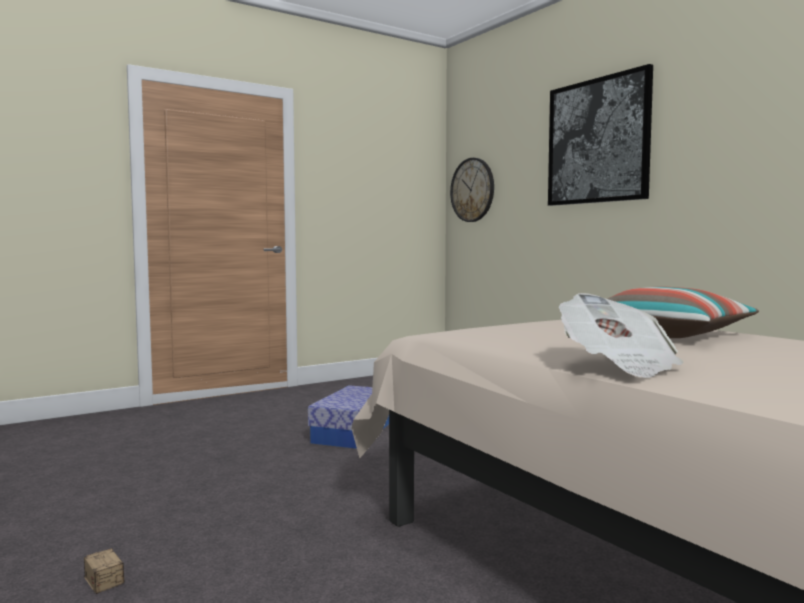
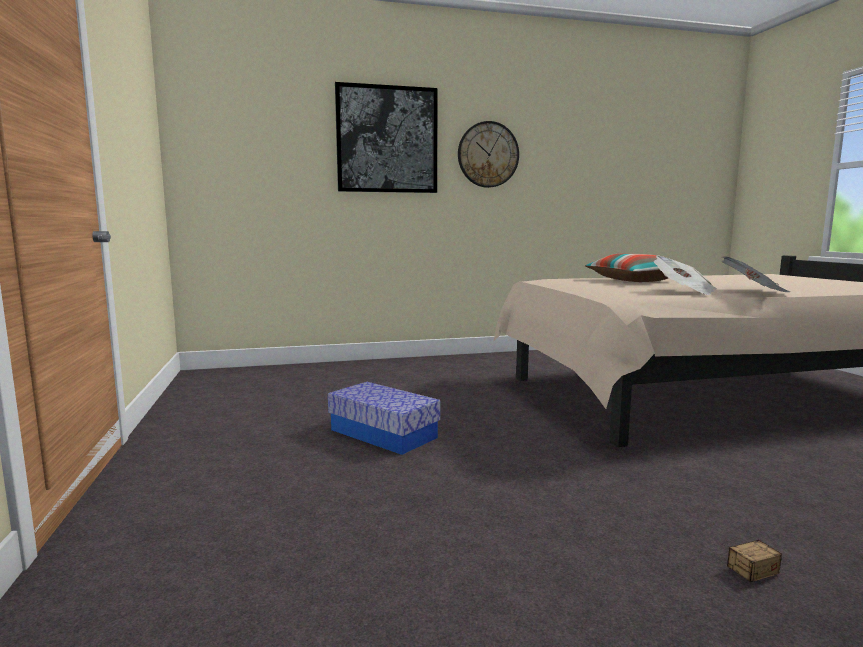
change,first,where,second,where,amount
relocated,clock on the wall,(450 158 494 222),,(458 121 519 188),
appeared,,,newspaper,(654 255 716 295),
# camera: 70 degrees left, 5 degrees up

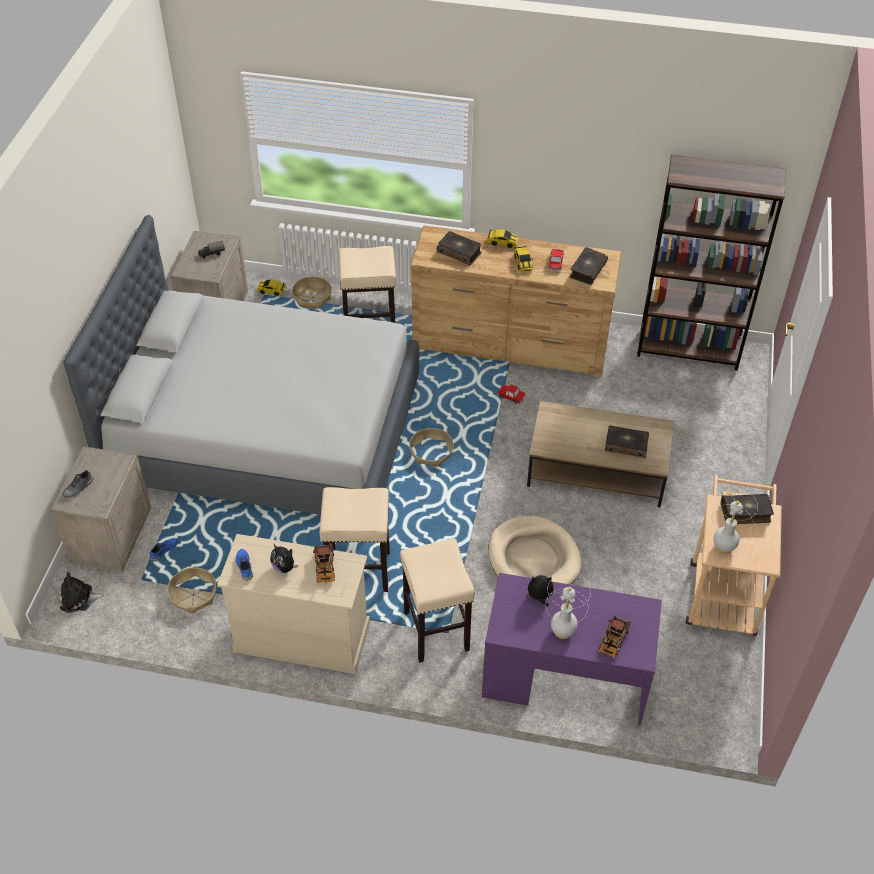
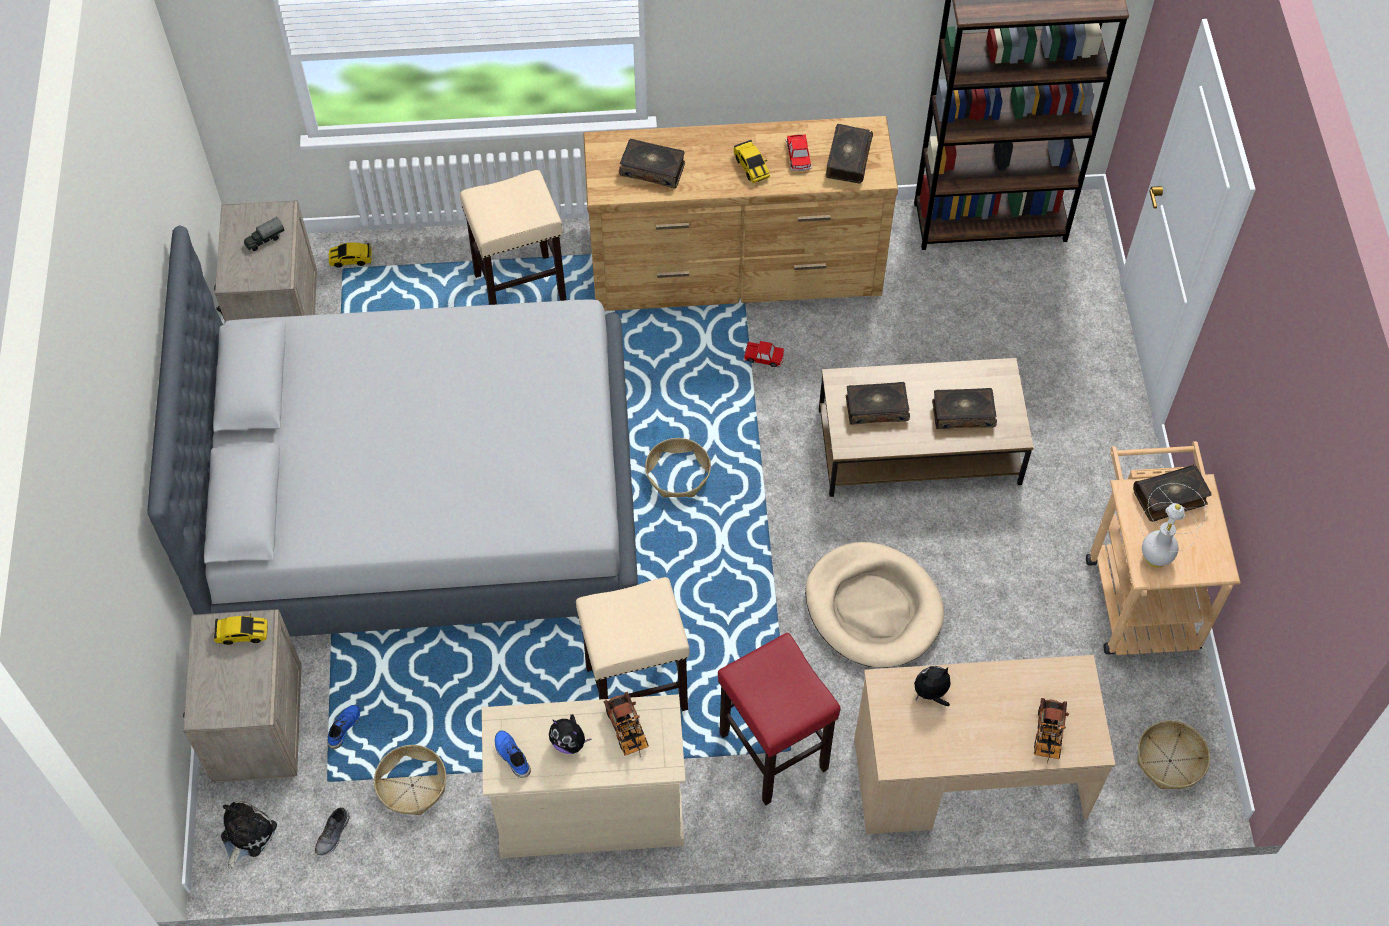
change,first,where,second,where,amount
relocated,miniature car,(487 229 518 248),,(214 614 268 645),
spun,plush toy,(59 572 104 613),,(221 801 277 869),135 degrees clockwise
relocated,item of footwear in greyish,(62 470 93 498),,(315 807 350 856),
colour,sitting stool in sand-coloured,(400 538 475 663),sitting stool in reddish,(718 633 840 805),
appeared,,,volume,(846 382 910 425),
colour,desk unit in purplish,(482 573 662 726),desk unit in sand-coloured,(854 655 1116 834),
relocated,household basket,(292 276 332 309),,(1138 720 1210 789),
missing,lamp for a table in white,(546 573 591 639),,,
# camera: 15 degrees left, 10 degrees up

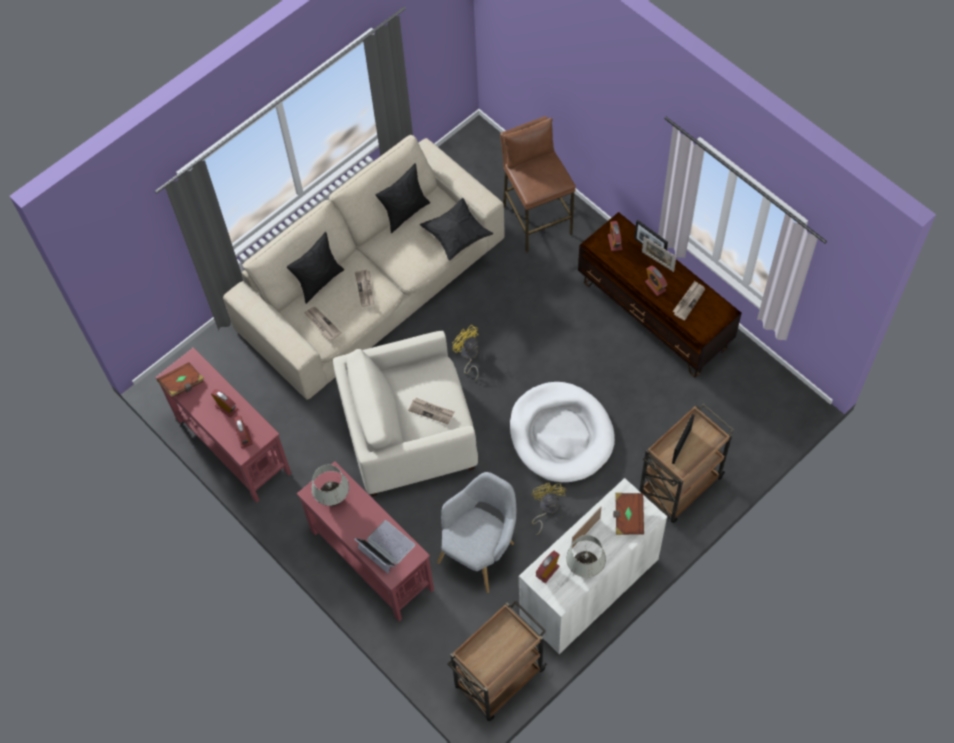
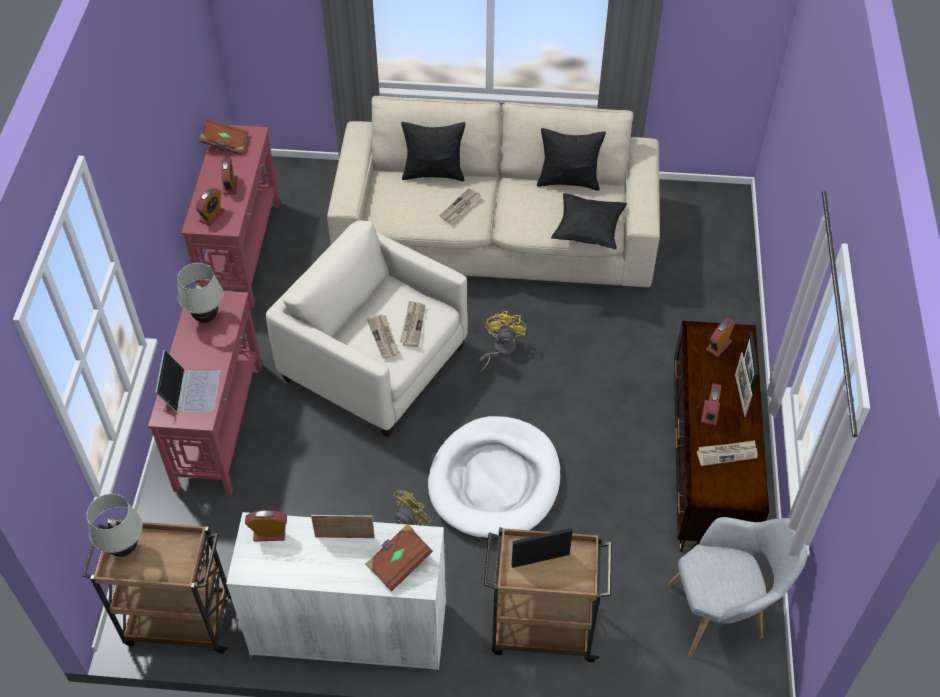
change,first,where,second,where,amount
relocated,lamp for a table in white,(566 535 606 578),,(87 494 143 557),
relocated,newspaper,(304 307 342 340),,(400 300 426 347),
relocated,lounge chair in greyish,(437 472 516 593),,(668 517 807 657),
missing,sitting stool in brown-coloured,(500 116 576 252),,,
# camera: 45 degrees right, 10 degrees down

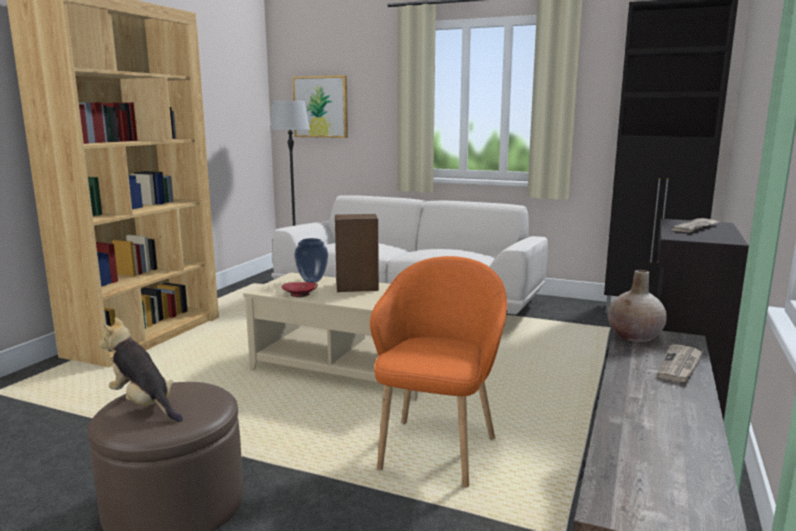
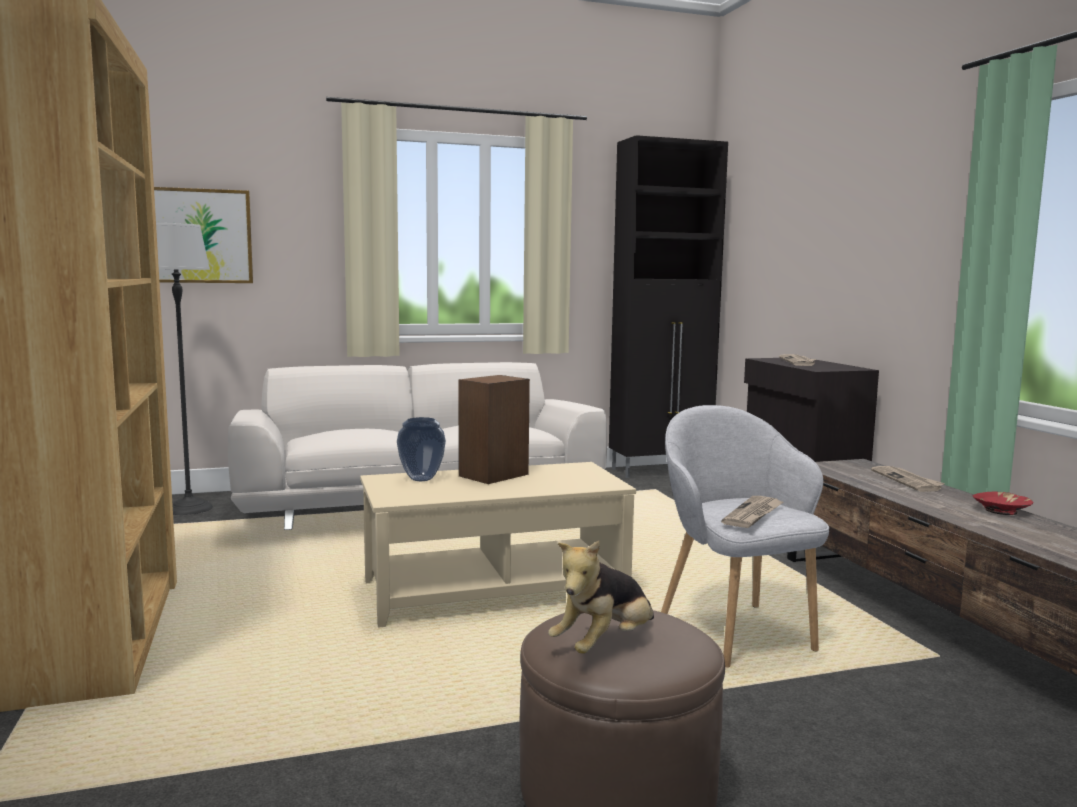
change,first,where,second,where,amount
spun,plush toy,(99 317 183 422),,(548 541 654 654),45 degrees counterclockwise
colour,lounge chair in orange-coloured,(370 256 507 487),lounge chair in greyish,(661 405 829 667),
appeared,,,newspaper,(721 496 783 528),
relocated,deep dish in reddish,(281 282 318 297),,(973 492 1033 515),
missing,vase in sand-coloured,(608 270 667 342),,,
# camera: 40 degrees left, 5 degrees down

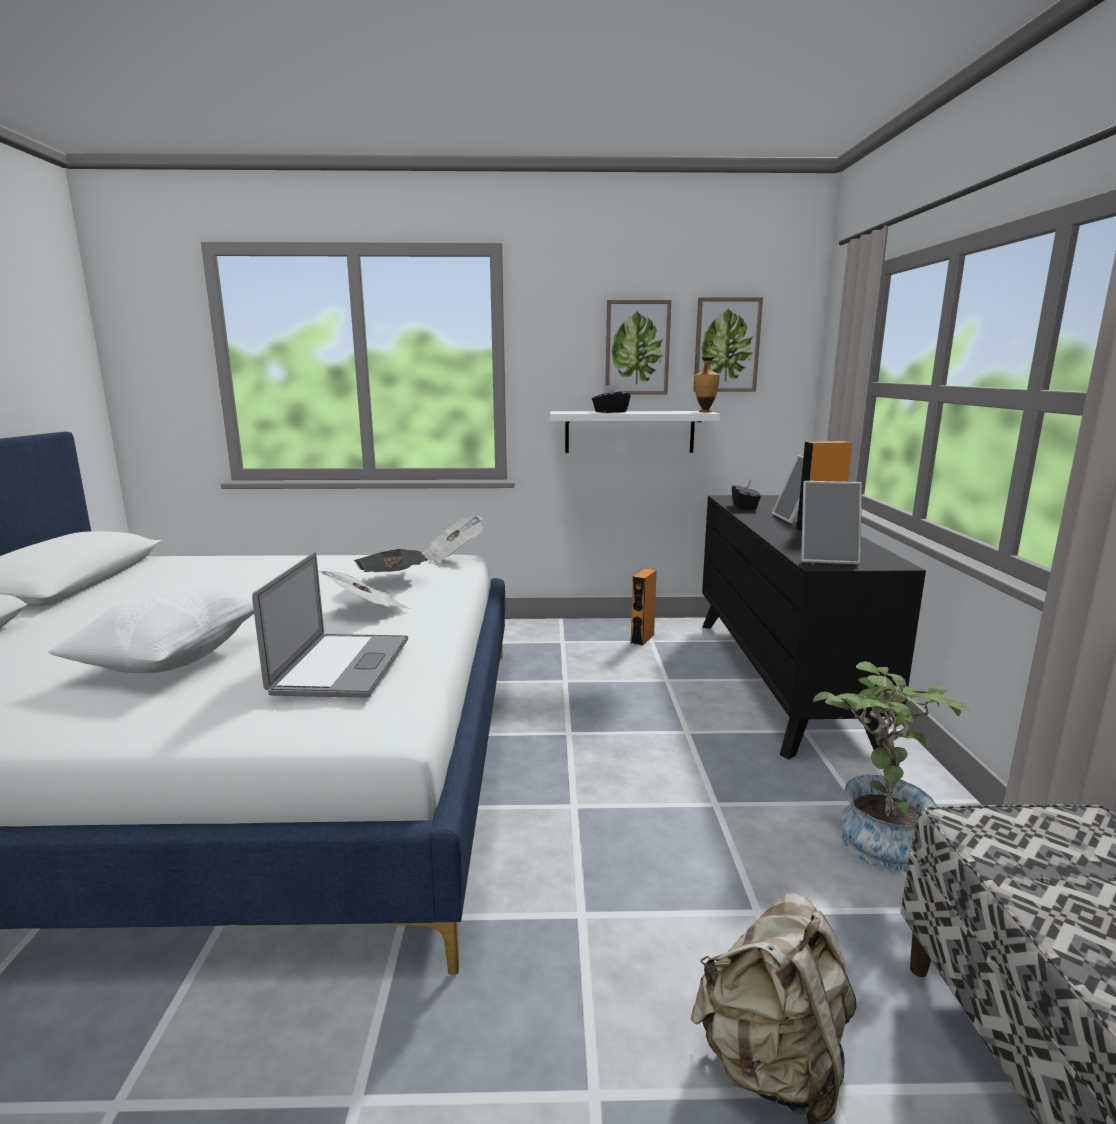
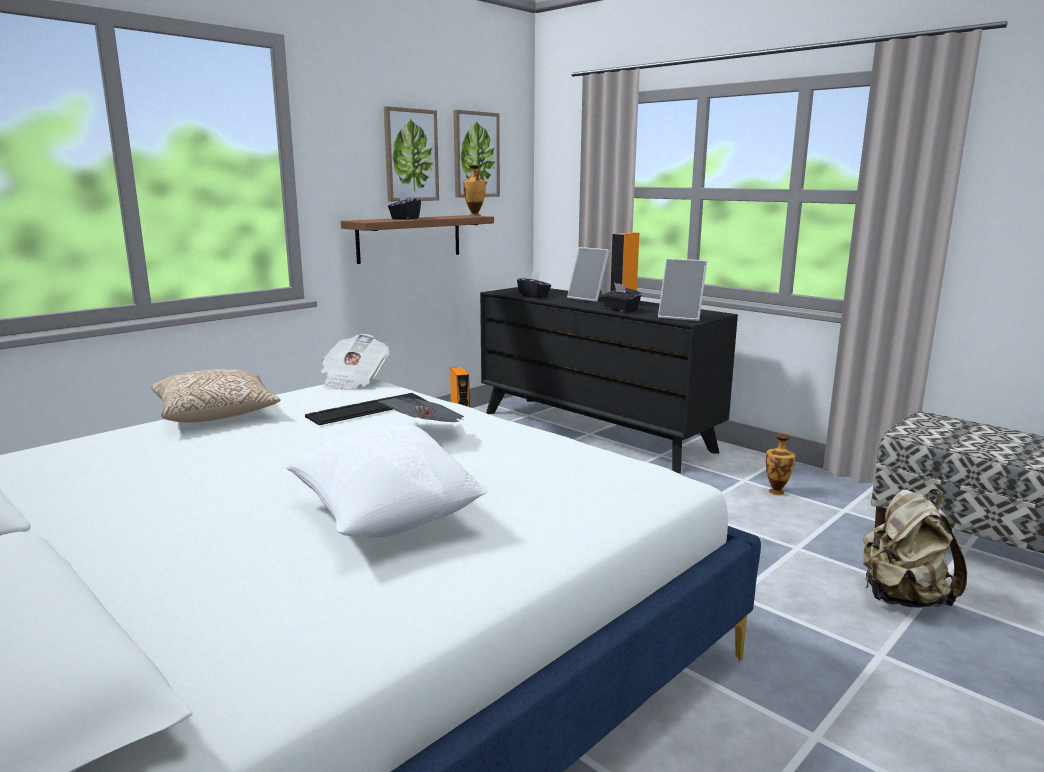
change,first,where,second,where,amount
appeared,,,cushion,(151 369 281 422),
exchanged,newspaper,(354 549 427 572),PC keyboard,(305 393 427 425),
colour,bracket shelf in white,(550 411 720 453),bracket shelf in brown-coloured,(341 215 494 264),
appeared,,,tissue box in black,(602 283 641 312),
spun,picture frame,(801 481 862 565),,(658 258 707 321),60 degrees clockwise
exchanged,potted plant,(813 661 970 872),vase,(766 433 796 495),
missing,notebook computer,(252 552 408 698),,,
# camera: 45 degrees left, 0 degrees up

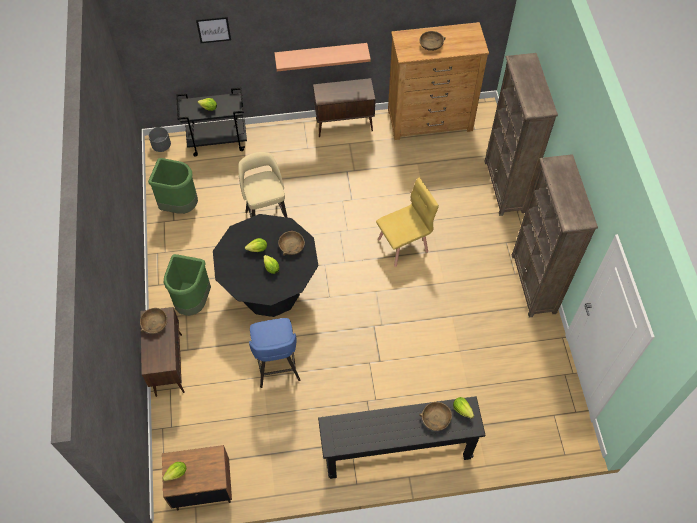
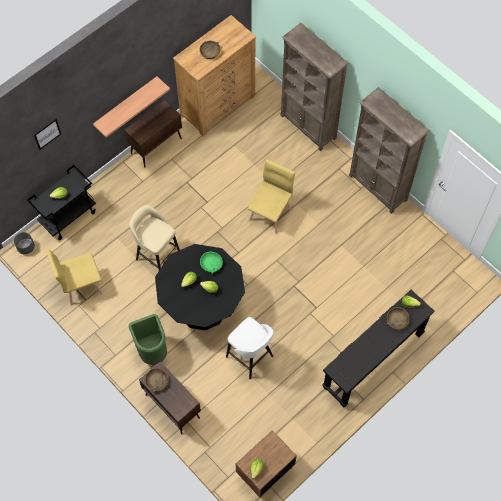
change,first,where,second,where,amount
exchanged,trash can in green-coloured,(148 158 198 214),upright chair in yellowish,(46 249 103 306),
colour,deep dish in brown-coloured,(278 231 305 256),deep dish in green-coloured,(200 252 223 275),
colour,sitting stool in bluish,(249 318 300 388),sitting stool in white,(226 317 274 379),
# camera: 35 degrees left, 5 degrees up

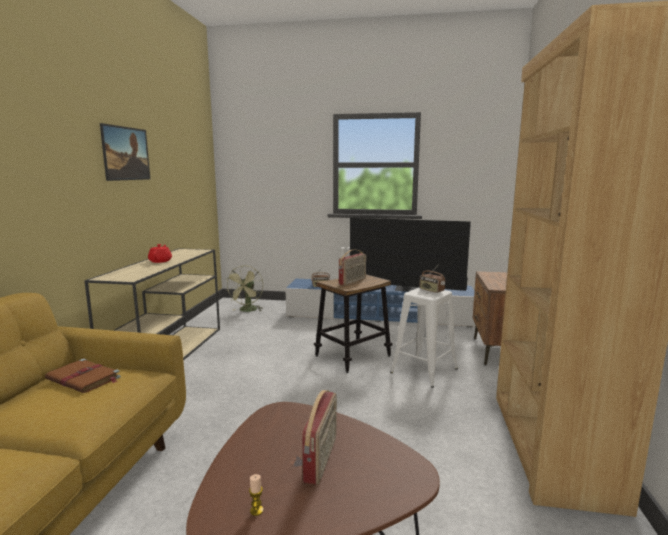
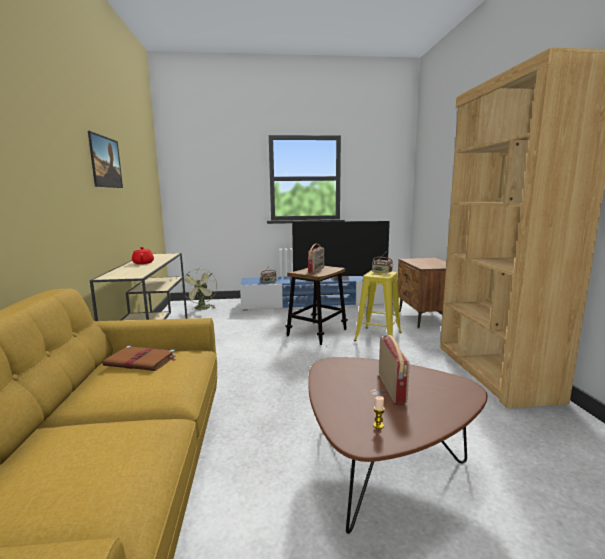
change,first,where,second,where,amount
colour,sitting stool in white,(390 287 458 388),sitting stool in yellowish,(354 270 402 341),
# camera: 15 degrees left, 0 degrees up

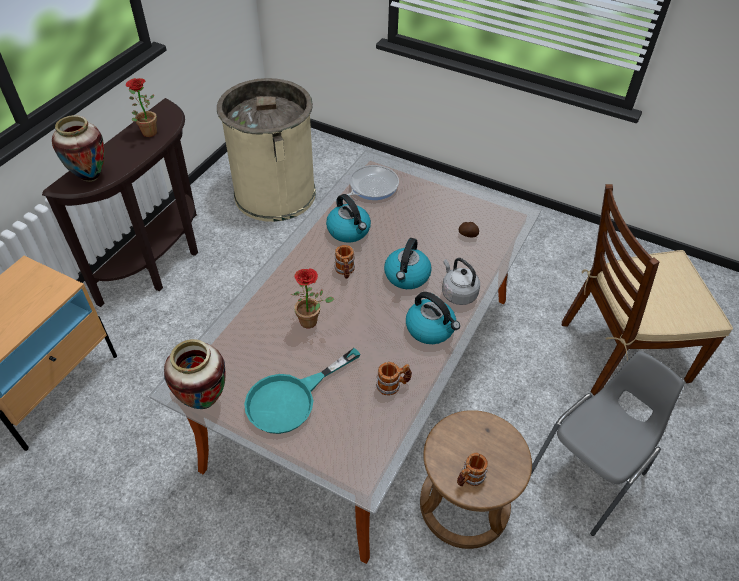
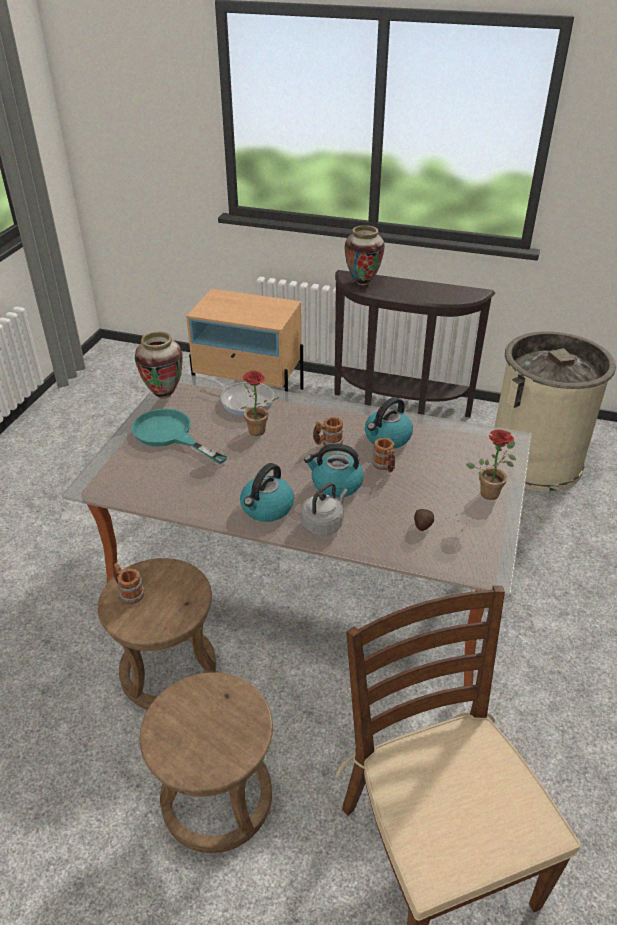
change,first,where,second,where,amount
exchanged,upright chair in greyish,(531 351 684 536),sitting stool in brown-coloured,(140 672 273 853),
relocated,skillet,(335 165 399 202),,(207 376 274 416),
relocated,tea mug,(376 362 412 396),,(371 438 395 473),
relocated,potted plant,(126 78 157 137),,(466 429 516 500),
# camera: 80 degrees right, 10 degrees down

